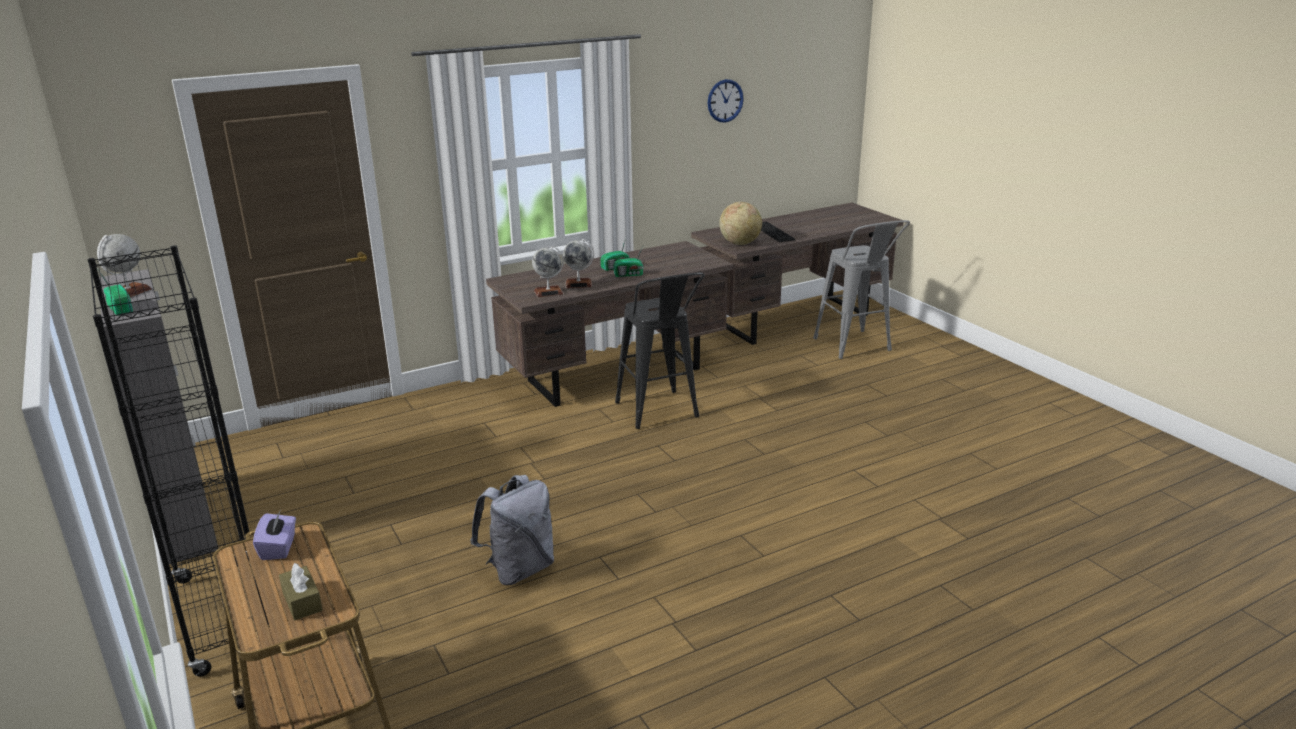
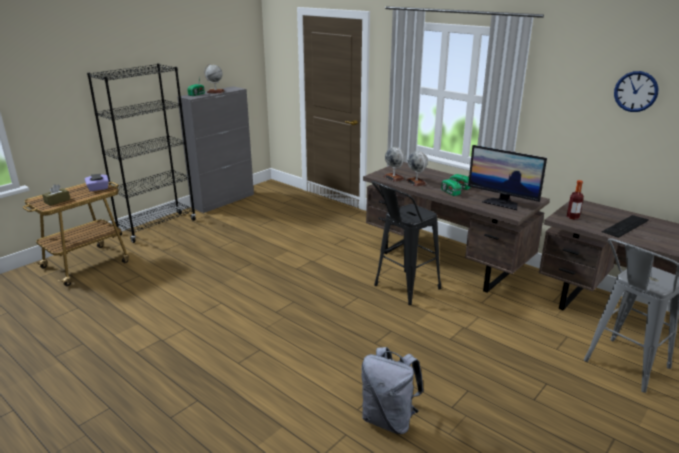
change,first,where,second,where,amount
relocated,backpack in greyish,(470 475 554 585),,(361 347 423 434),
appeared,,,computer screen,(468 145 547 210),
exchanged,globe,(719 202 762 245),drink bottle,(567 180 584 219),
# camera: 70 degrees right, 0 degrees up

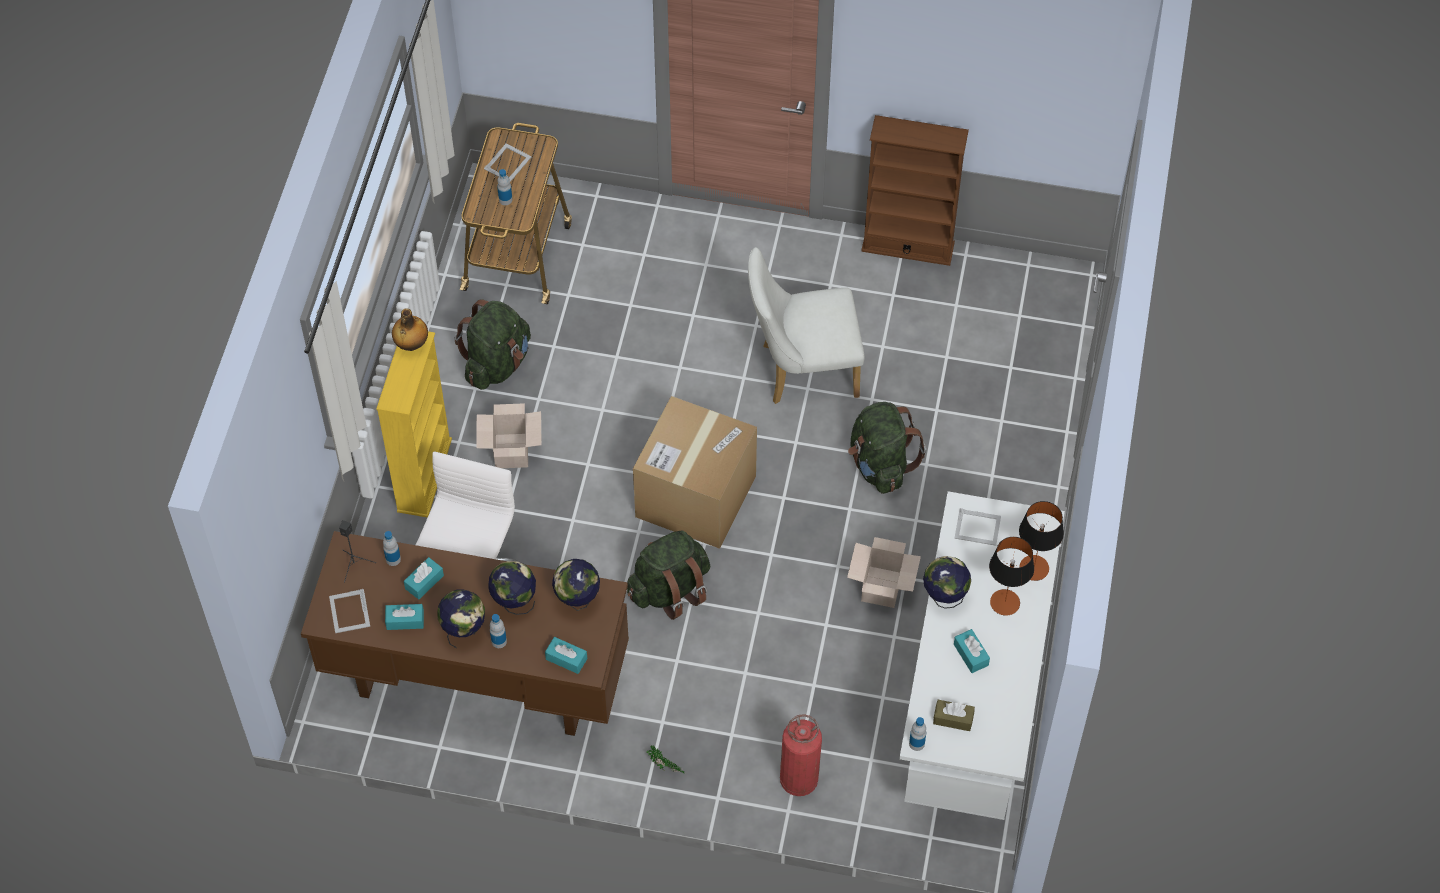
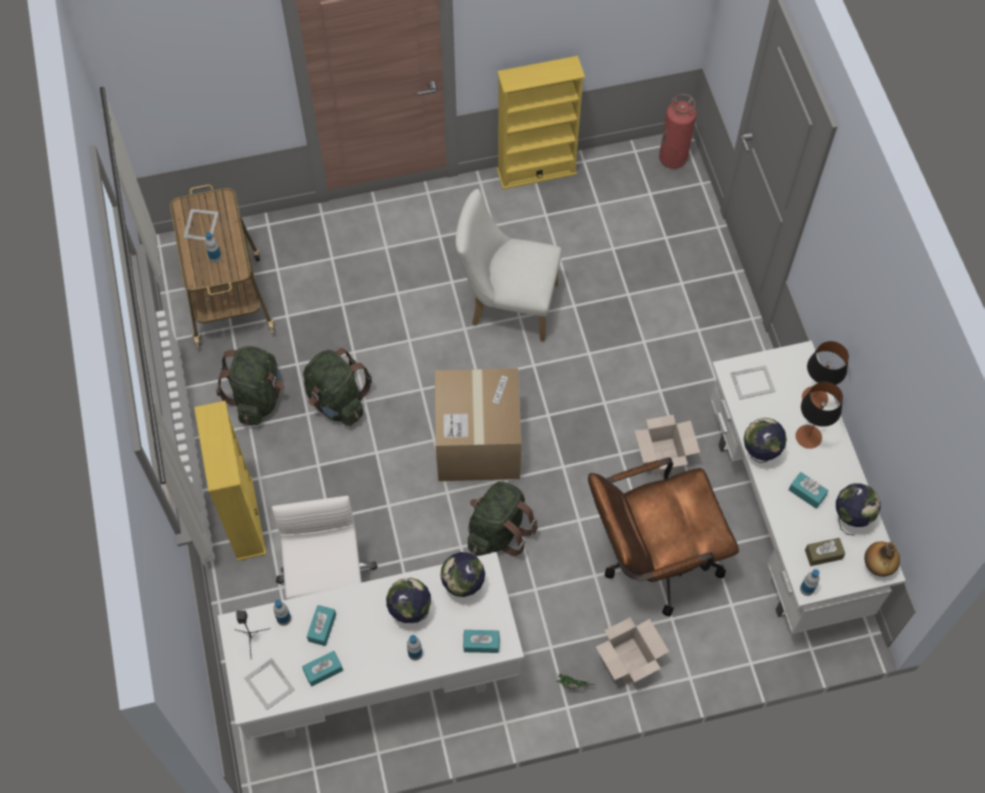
change,first,where,second,where,amount
colour,desk unit in brown-coloured,(301 531 629 736),desk unit in white,(218 552 524 740),
relocated,backpack in green-coloured,(848 402 926 494),,(303 348 372 426),
spun,upright chair in white,(748 247 865 404),,(456 189 562 341),45 degrees clockwise
colour,bookshelf in brown-coloured,(861 115 969 266),bookshelf in yellowish,(497 56 585 189),
appeared,,,office chair in brown-coloured,(588 458 739 616),
relocated,cardboard box,(477 403 542 468),,(596 617 669 684),
relocated,extinguisher,(780 714 822 796),,(659 94 696 169),
relocated,globe,(437 589 485 648),,(836 483 880 536),
relocated,drink bottle,(392 308 428 351),,(864 541 900 577),
# camera: 25 degrees left, 5 degrees up

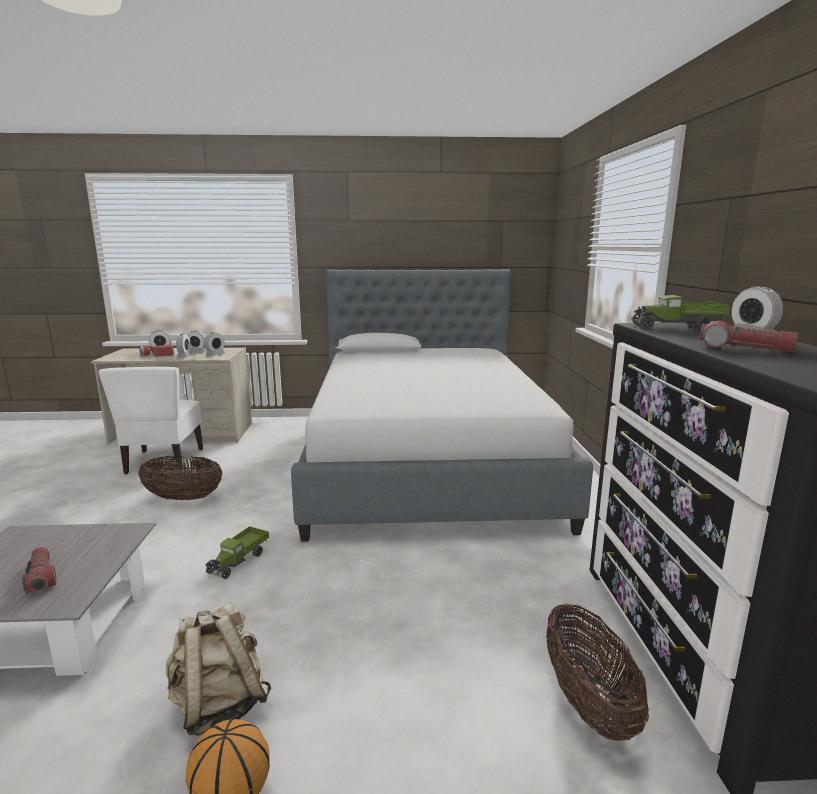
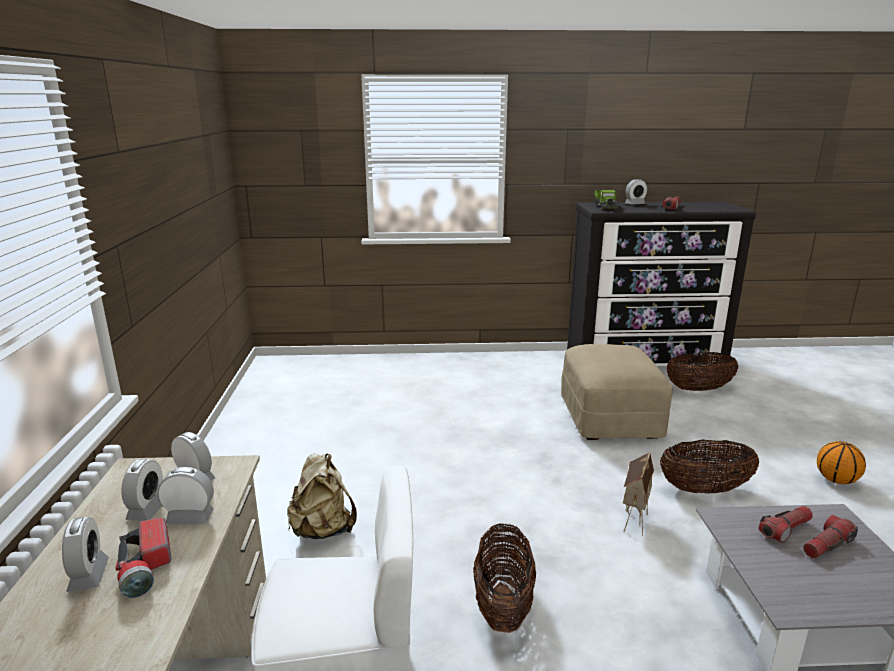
change,first,where,second,where,amount
relocated,backpack in sand-coloured,(166 602 271 736),,(287 453 357 539),
appeared,,,pouffe in sand-coloured,(561 344 673 440),
exchanged,model truck,(205 526 269 579),toy house,(623 452 654 536),
appeared,,,household basket,(660 440 759 494),
appeared,,,torch,(758 506 813 543),
missing,bedroom bed,(291 269 593 542),,,
# camera: 90 degrees left, 5 degrees up

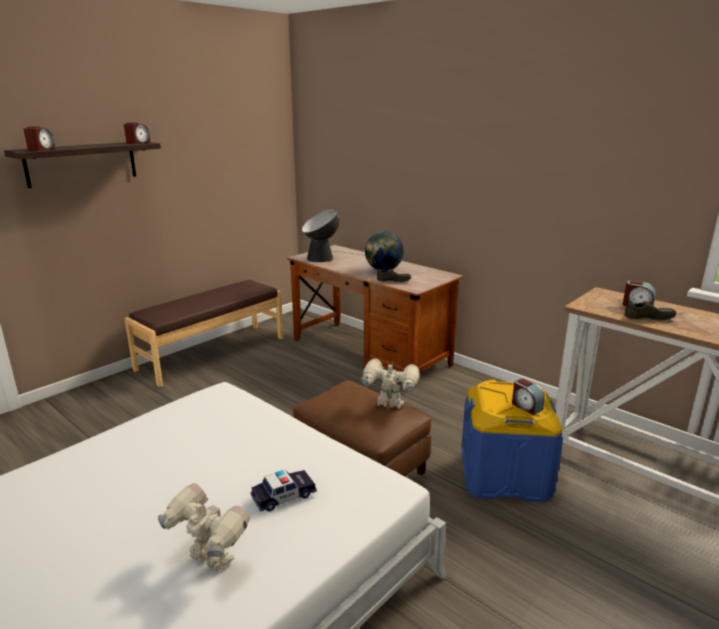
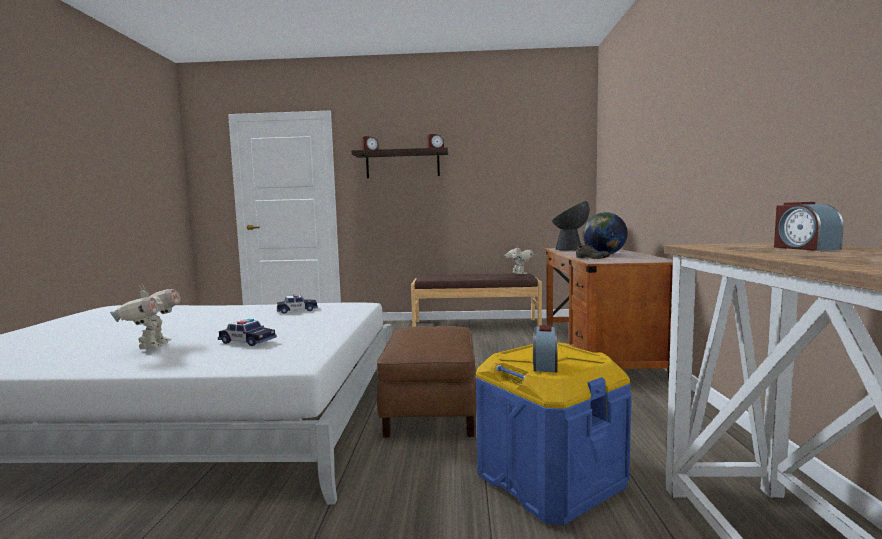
change,first,where,second,where,amount
appeared,,,miniature car,(277 294 318 314),
relocated,model robot,(360 358 419 409),,(504 246 534 274),
missing,item of footwear in greyish,(624 299 677 320),,,
# camera: 50 degrees right, 15 degrees down

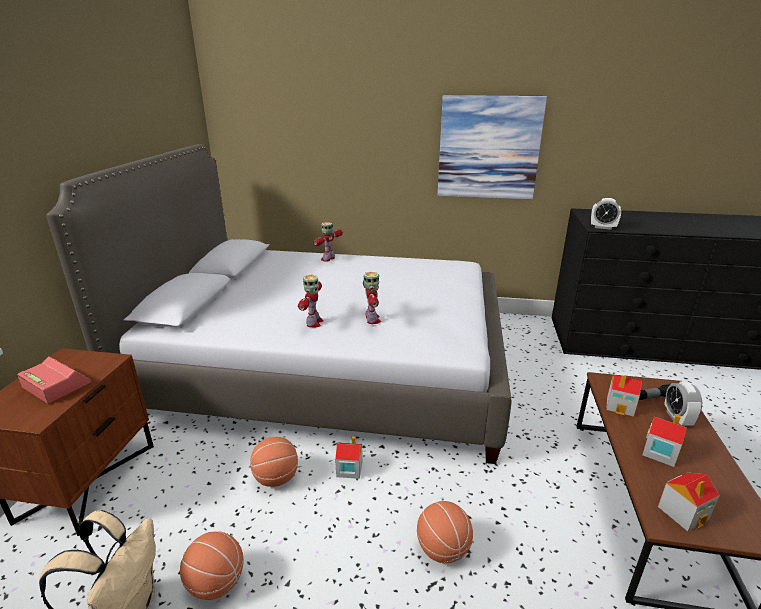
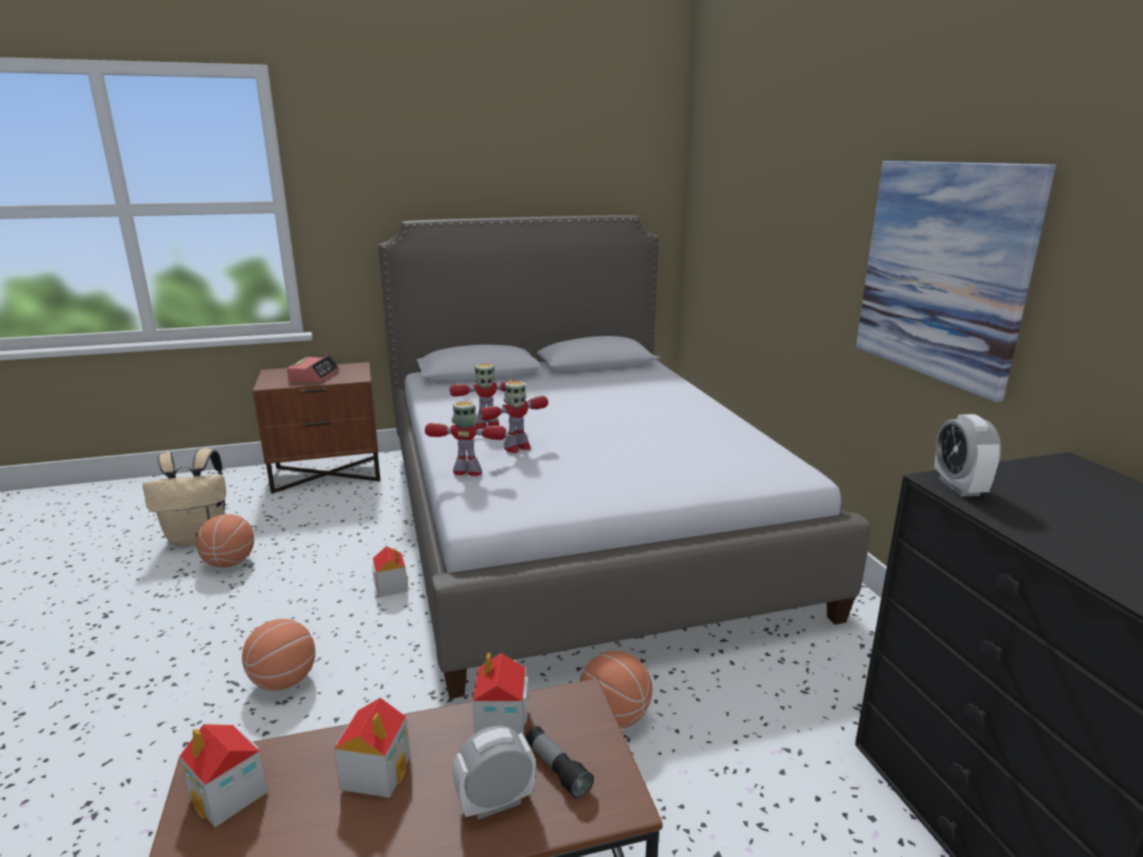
change,first,where,second,where,amount
relocated,model robot,(314 222 343 262),,(425 401 507 476),
relocated,ball for basketball,(250 437 298 487),,(580 651 652 728),
# camera: 65 degrees right, 5 degrees down

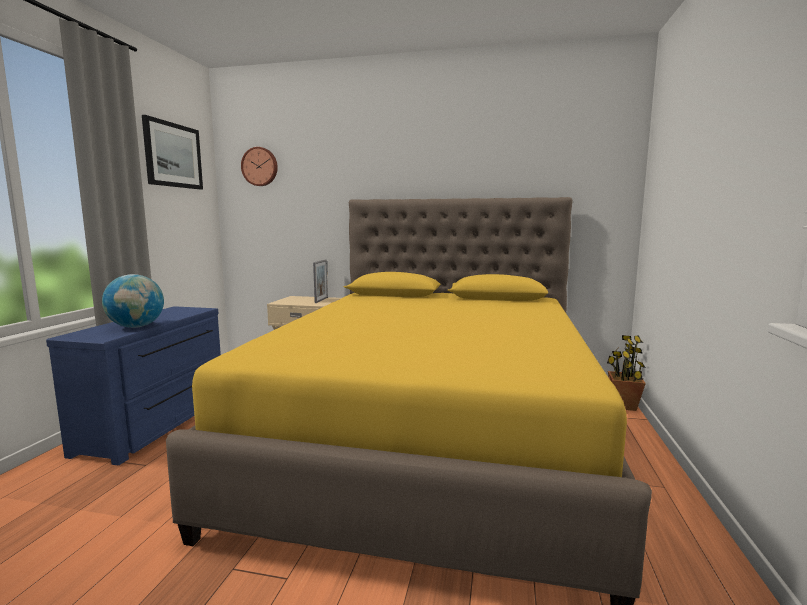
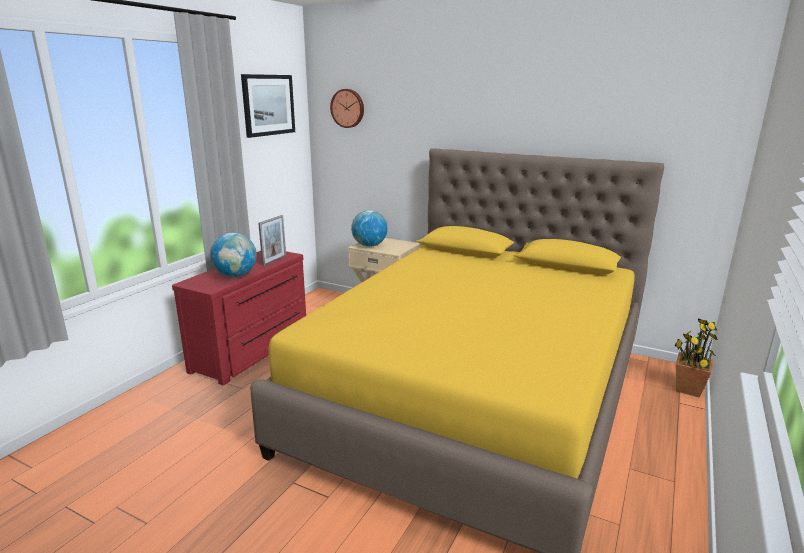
change,first,where,second,where,amount
colour,dresser in bluish,(46 306 221 465),dresser in reddish,(172 251 306 385),
relocated,picture frame,(313 260 328 303),,(258 215 286 266),
appeared,,,globe,(351 210 388 247),
# camera: 15 degrees right, 10 degrees up

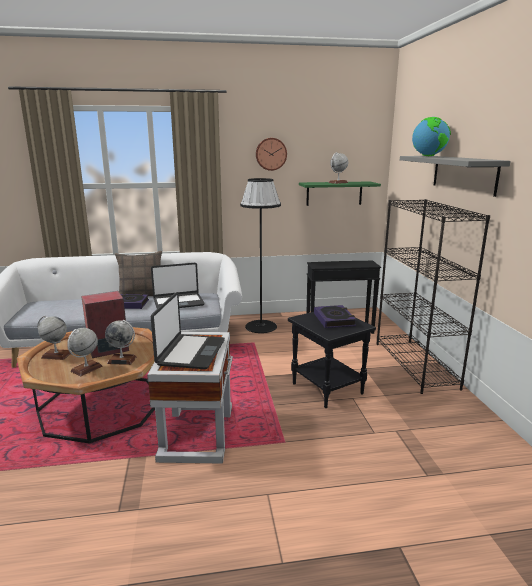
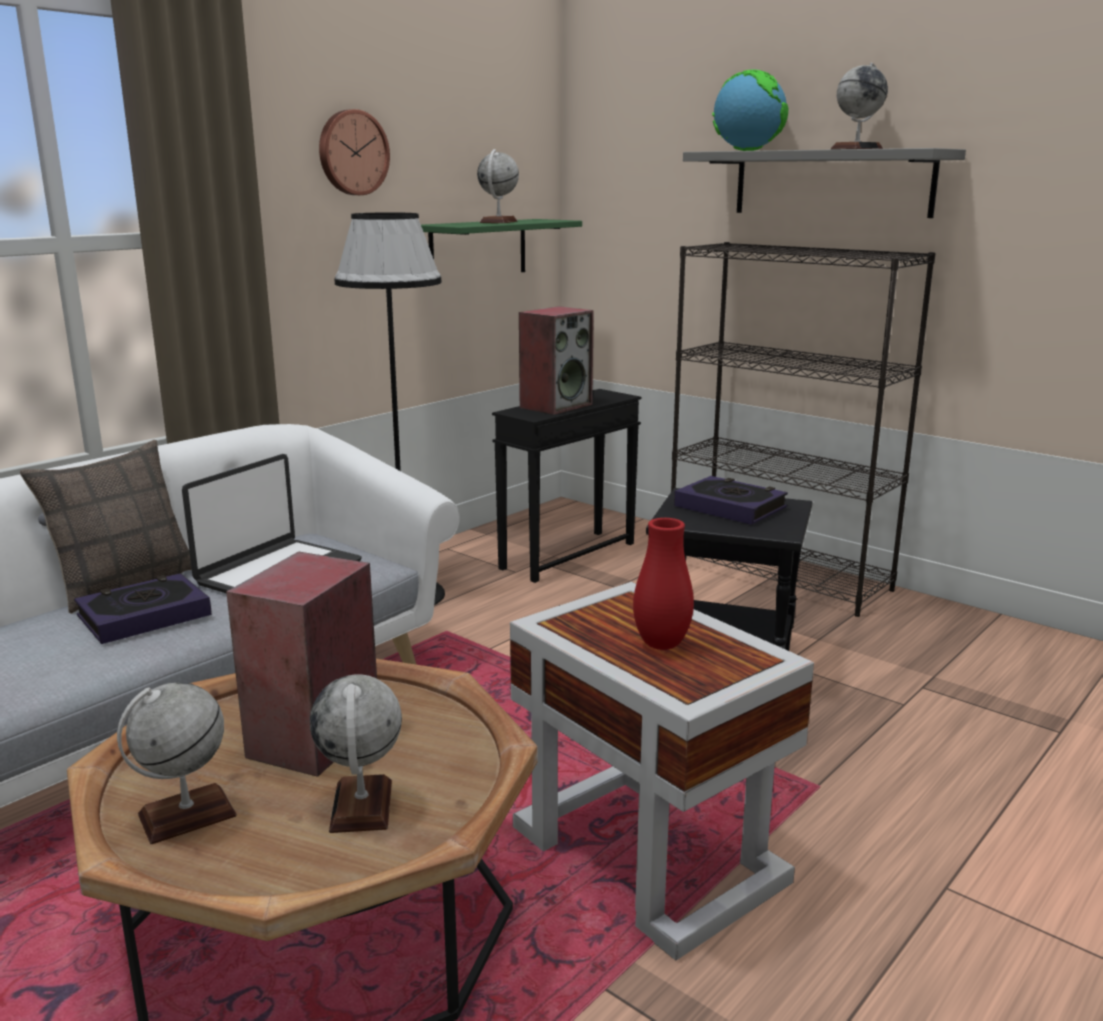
change,first,where,second,where,amount
appeared,,,speaker,(519 306 594 415),
exchanged,notebook computer,(151 292 225 369),vase in reddish,(633 518 694 650),
relocated,globe,(105 320 136 365),,(831 63 888 150),
# camera: 40 degrees left, 0 degrees up

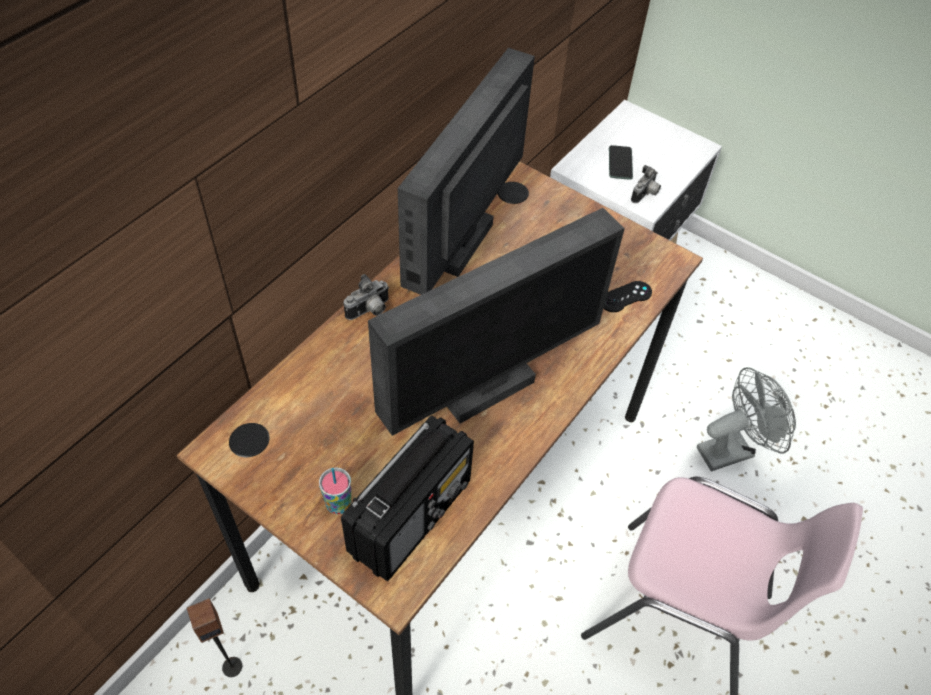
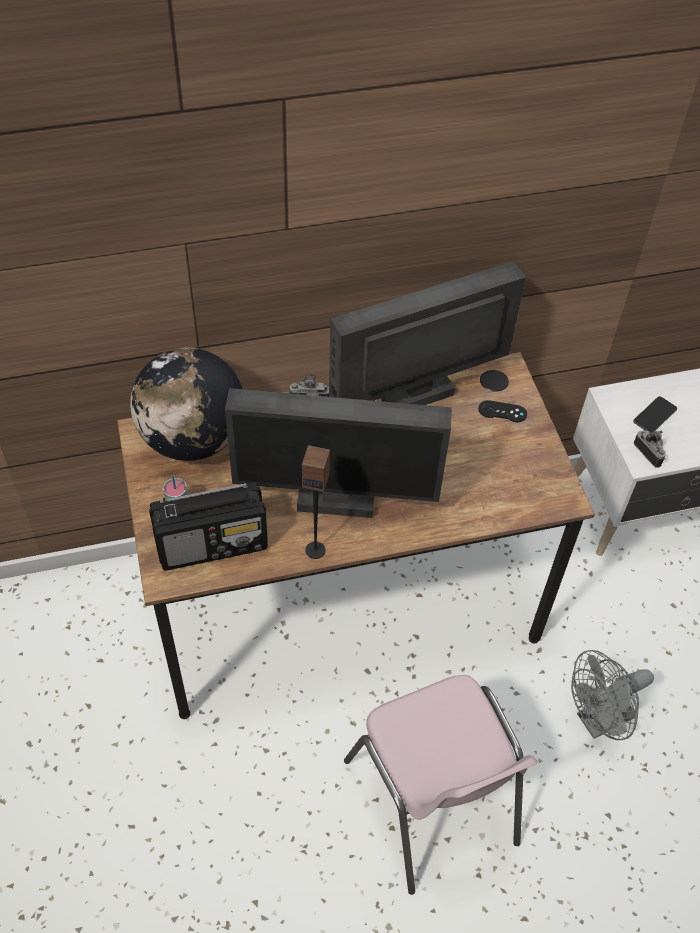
change,first,where,second,where,amount
appeared,,,globe,(130 348 242 461),
relocated,speaker,(187 598 242 677),,(302 445 330 559),
relocated,gamepad in black,(603 281 652 312),,(478 400 527 422),
spun,electric fan in greyish,(697 367 796 472),,(571 650 654 740),135 degrees clockwise
spun,still camera,(631 165 661 203),,(634 430 666 468),105 degrees counterclockwise
# camera: 40 degrees right, 0 degrees up

